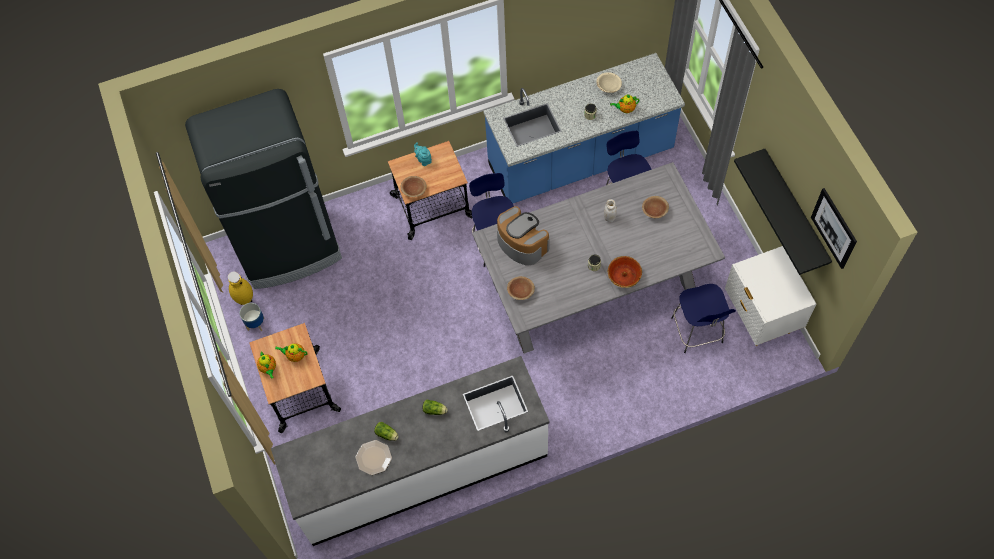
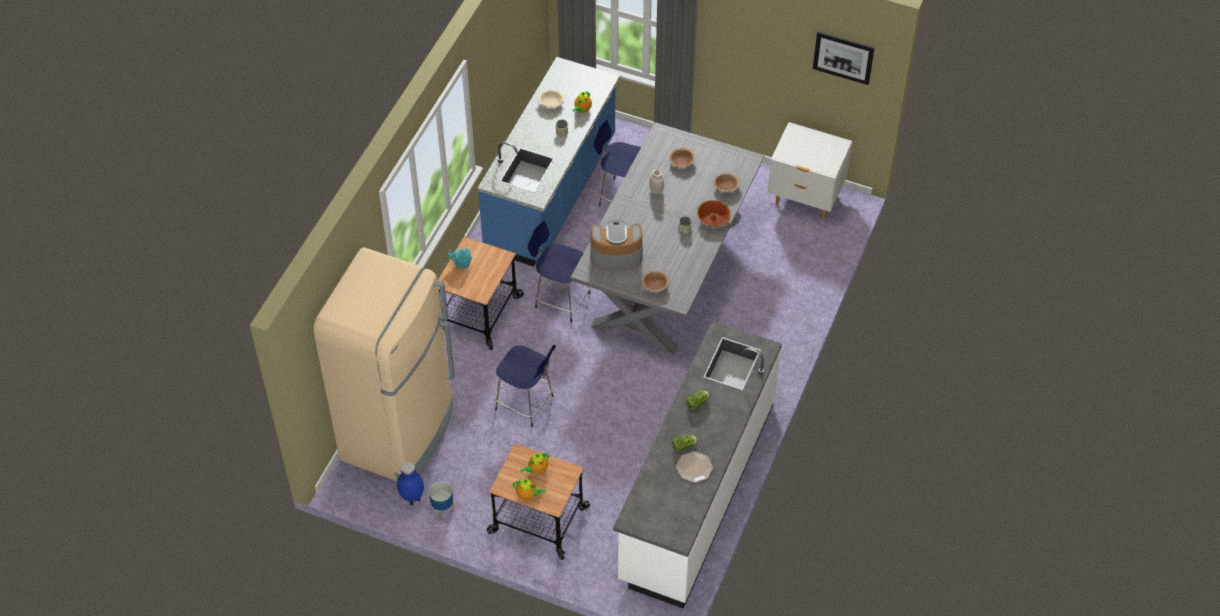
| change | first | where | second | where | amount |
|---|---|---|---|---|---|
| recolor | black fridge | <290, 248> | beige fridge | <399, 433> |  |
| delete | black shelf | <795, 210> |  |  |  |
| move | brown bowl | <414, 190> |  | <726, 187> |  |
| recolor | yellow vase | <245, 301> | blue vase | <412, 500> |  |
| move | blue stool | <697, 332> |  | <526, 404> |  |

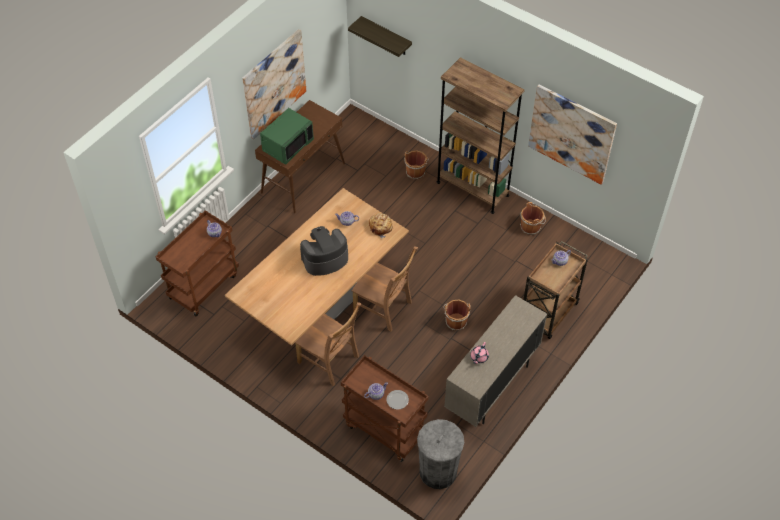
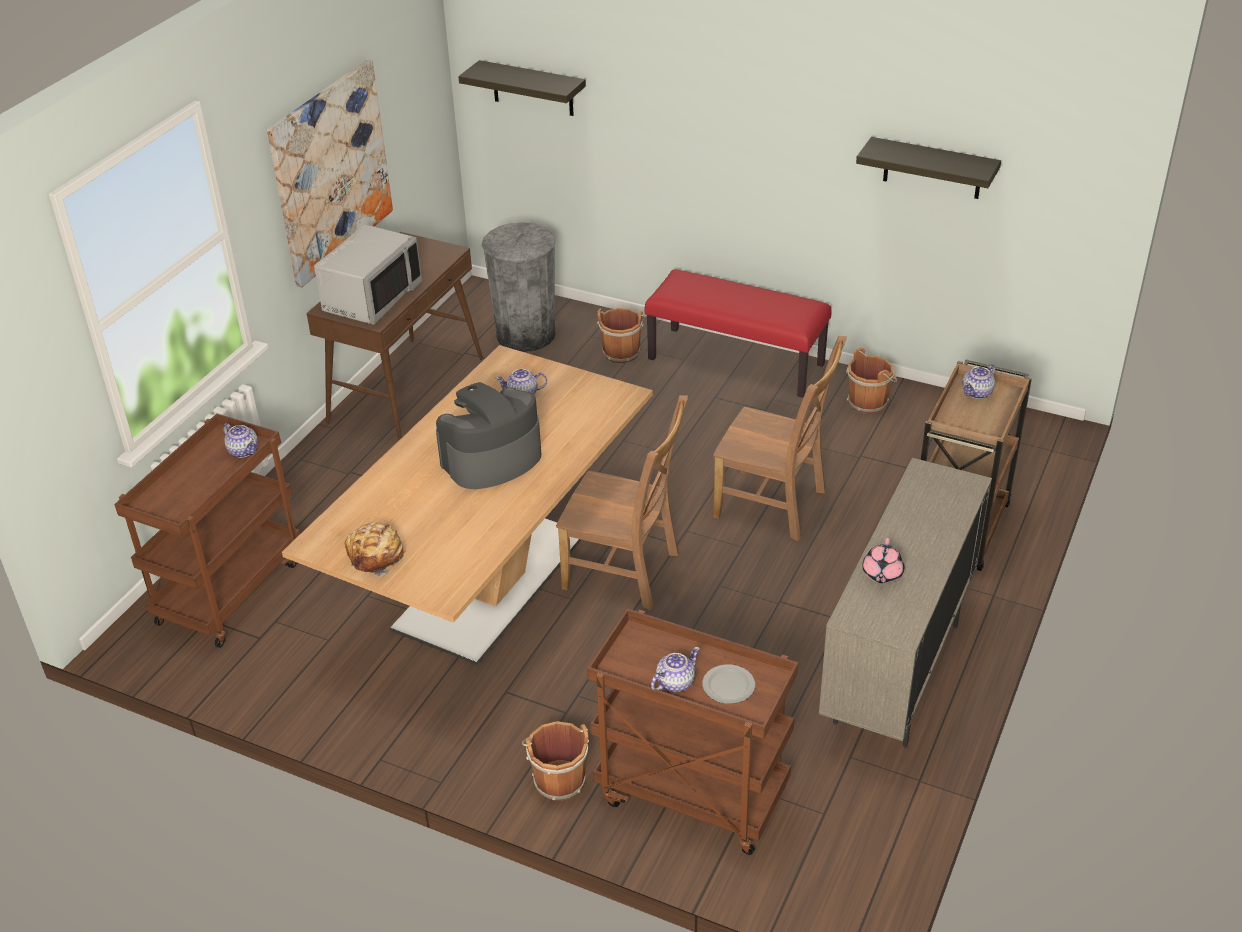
| change | first | where | second | where | amount |
|---|---|---|---|---|---|
| replace | brown bookcase | <472, 188> | red bench | <737, 362> |  |
| replace | picture | <571, 134> | shelf | <932, 168> |  |
| recolor | green microwave | <287, 145> | grey microwave | <371, 298> |  |
| move | bread | <381, 227> |  | <377, 555> |  |
| move | brown bucket | <455, 321> |  | <558, 779> |  |
| move | brown chair | <330, 361> |  | <774, 505> |  |
| move | grey trash can | <438, 471> |  | <526, 335> |  |

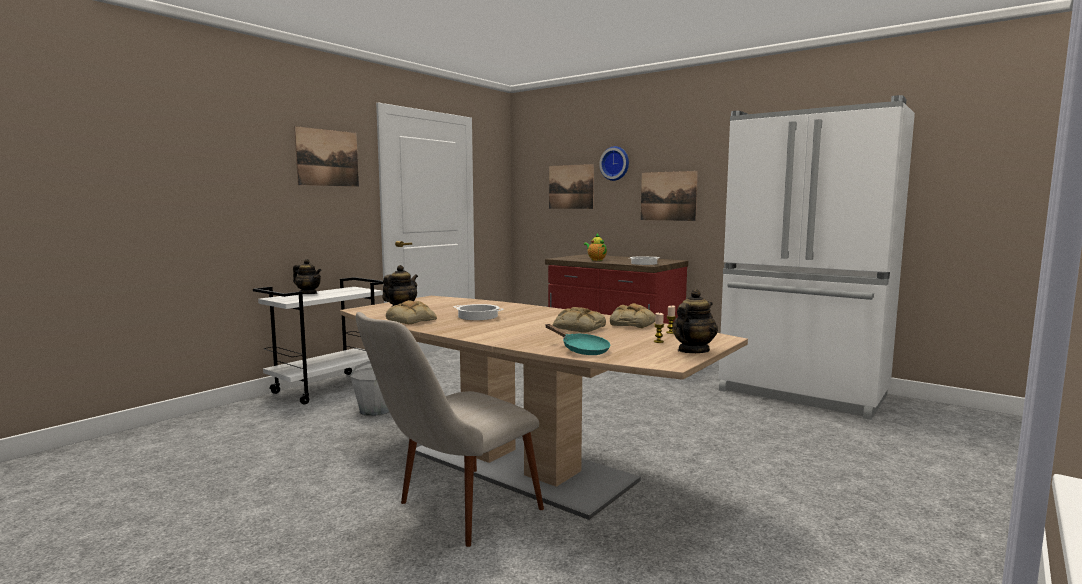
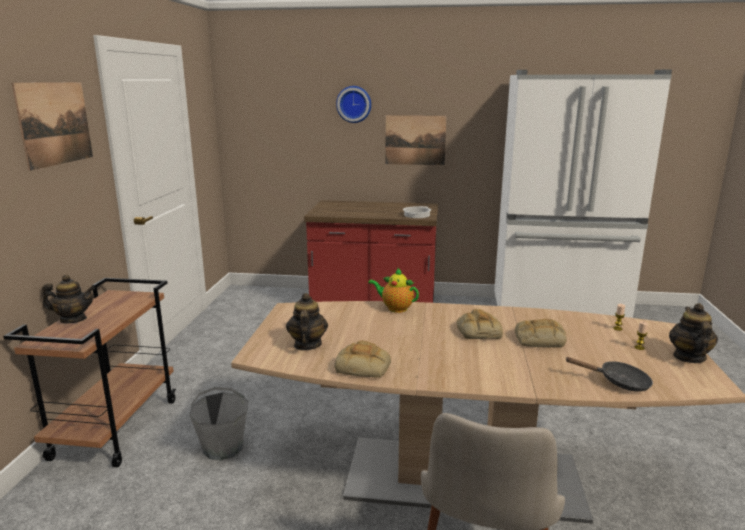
| change | first | where | second | where | amount |
|---|---|---|---|---|---|
| delete | picture | <571, 187> |  |  |  |
| move | teapot | <596, 260> |  | <395, 308> |  |
| recolor | white cart | <328, 387> | brown cart | <116, 428> |  |
| move | bread | <632, 323> |  | <478, 330> |  |
| delete | cooking pot | <477, 316> |  |  |  |
| recolor | turquoise frying pan | <581, 350> | black frying pan | <618, 382> |  |

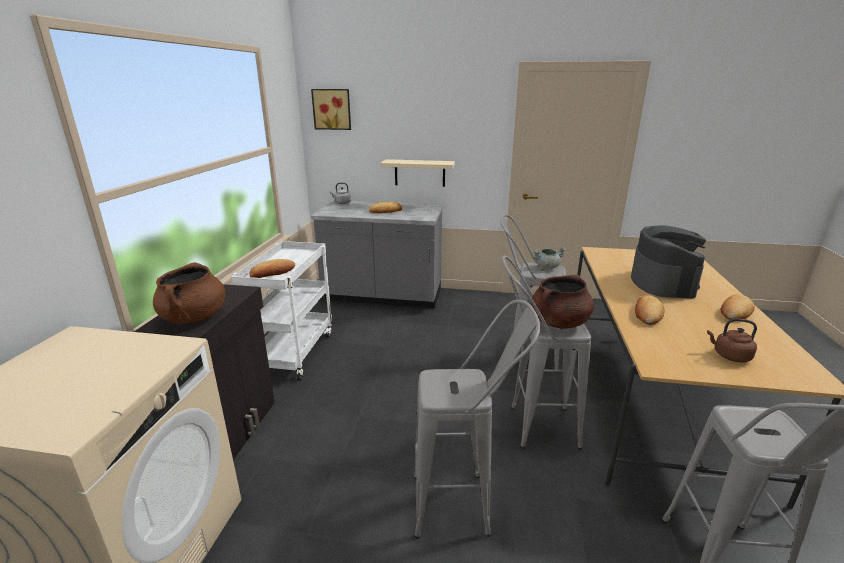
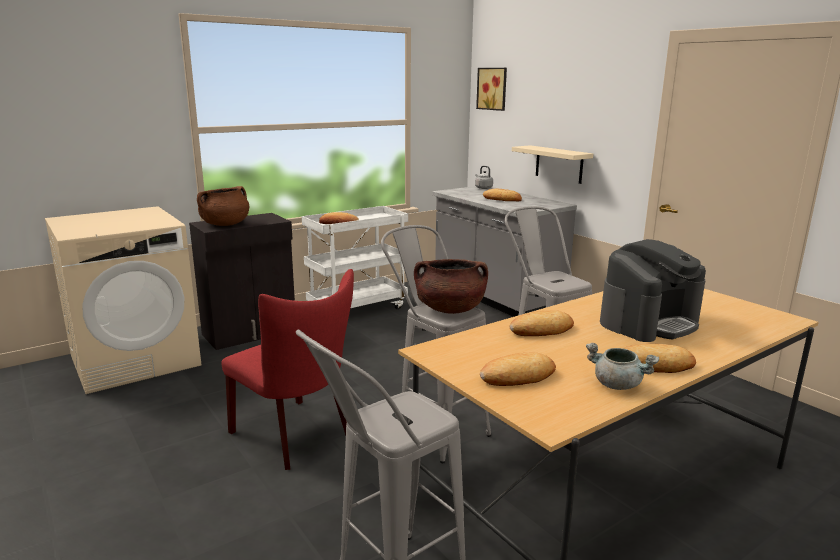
| change | first | where | second | where | amount |
|---|---|---|---|---|---|
| move | grey cooking pot | <547, 267> |  | <617, 384> |  |
| replace | grey stool | <465, 504> | red chair | <297, 436> |  |
| replace | brown kettle | <729, 356> | bread | <518, 376> |  |

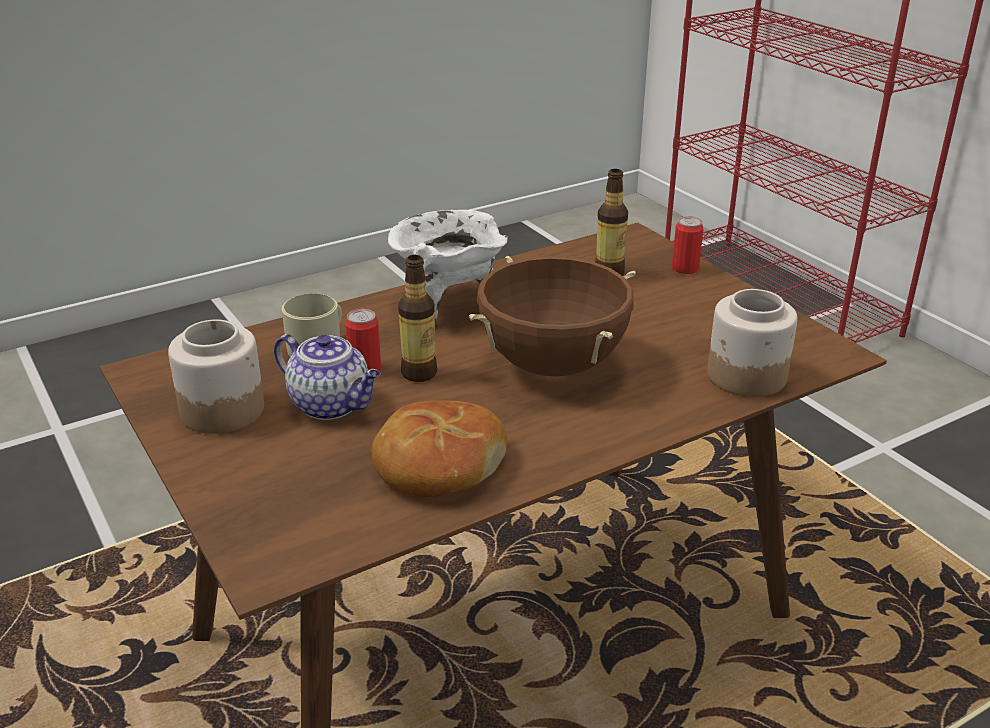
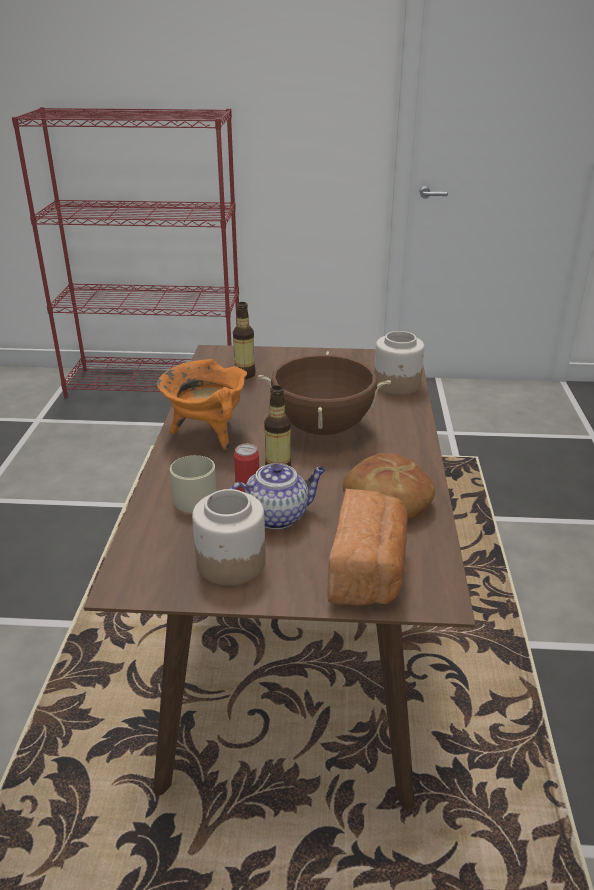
| change | first | where | second | where | amount |
|---|---|---|---|---|---|
| recolor | white cooking pot | <448, 304> | orange cooking pot | <207, 433> |  |
| delete | can | <685, 268> |  |  |  |
| insert |  |  | bread | <368, 571> |  |

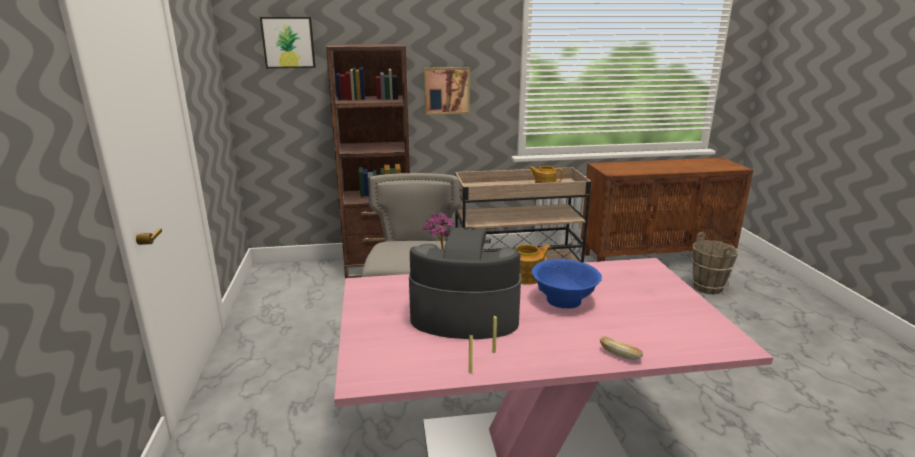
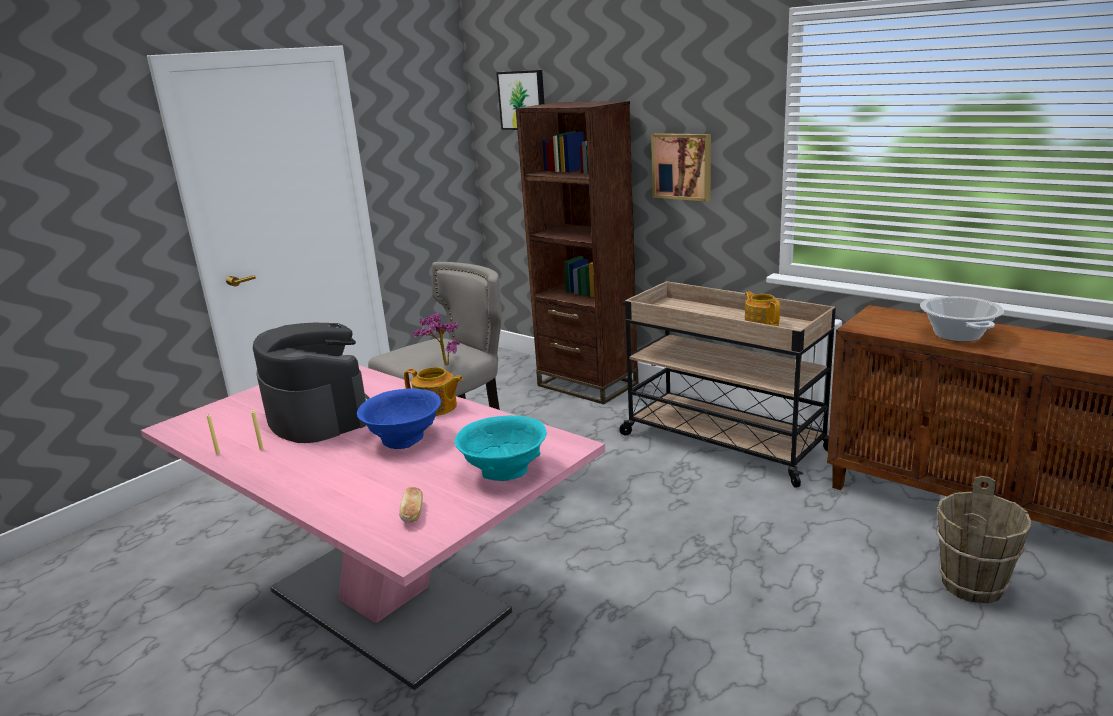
| change | first | where | second | where | amount |
|---|---|---|---|---|---|
| move | bread | <619, 355> |  | <413, 514> |  |
| insert |  |  | cooking pot | <957, 335> |  |
| insert |  |  | turquoise bowl | <504, 471> |  |

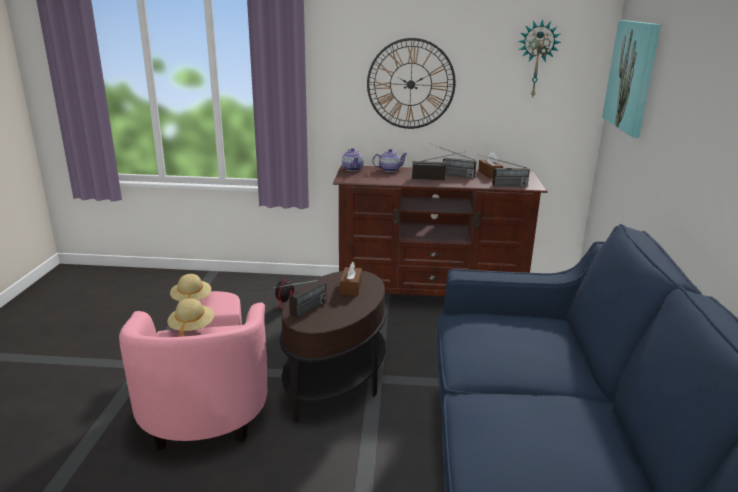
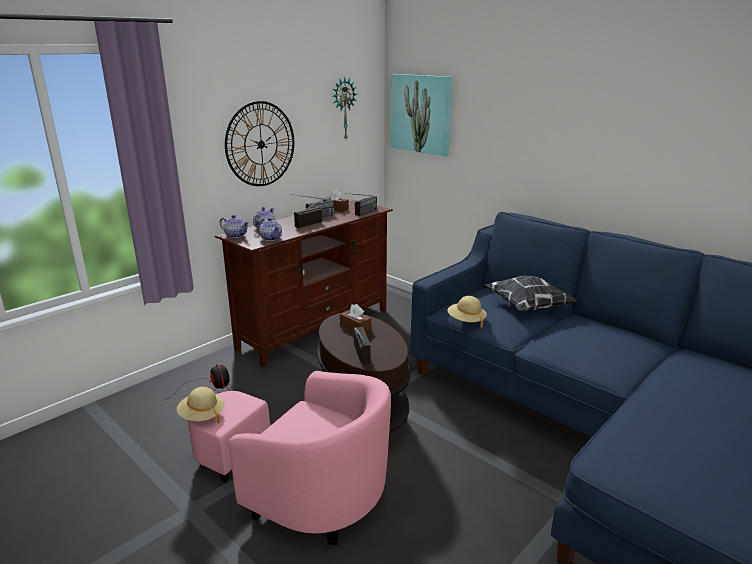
| change | first | where | second | where | amount |
|---|---|---|---|---|---|
| move | beige hat | <192, 327> |  | <466, 321> |  |
| insert |  |  | teapot | <271, 238> |  |
| insert |  |  | pillow | <528, 306> |  |

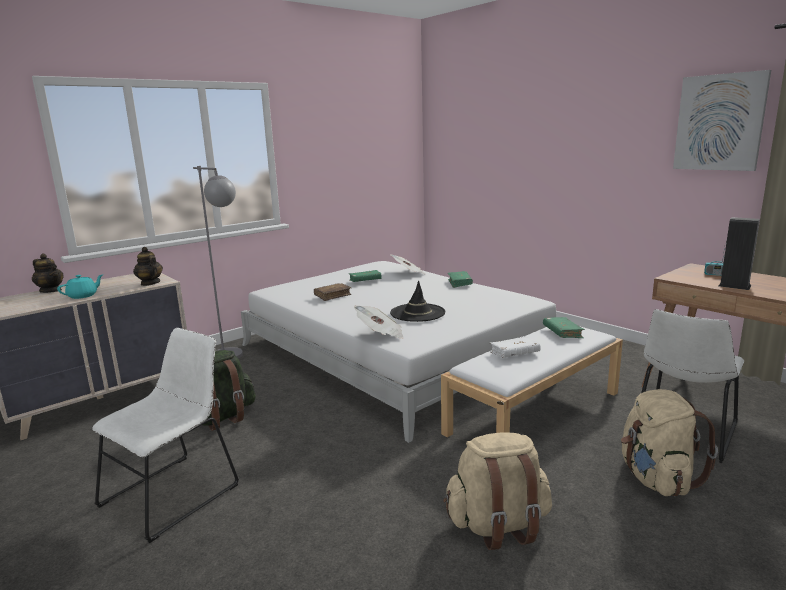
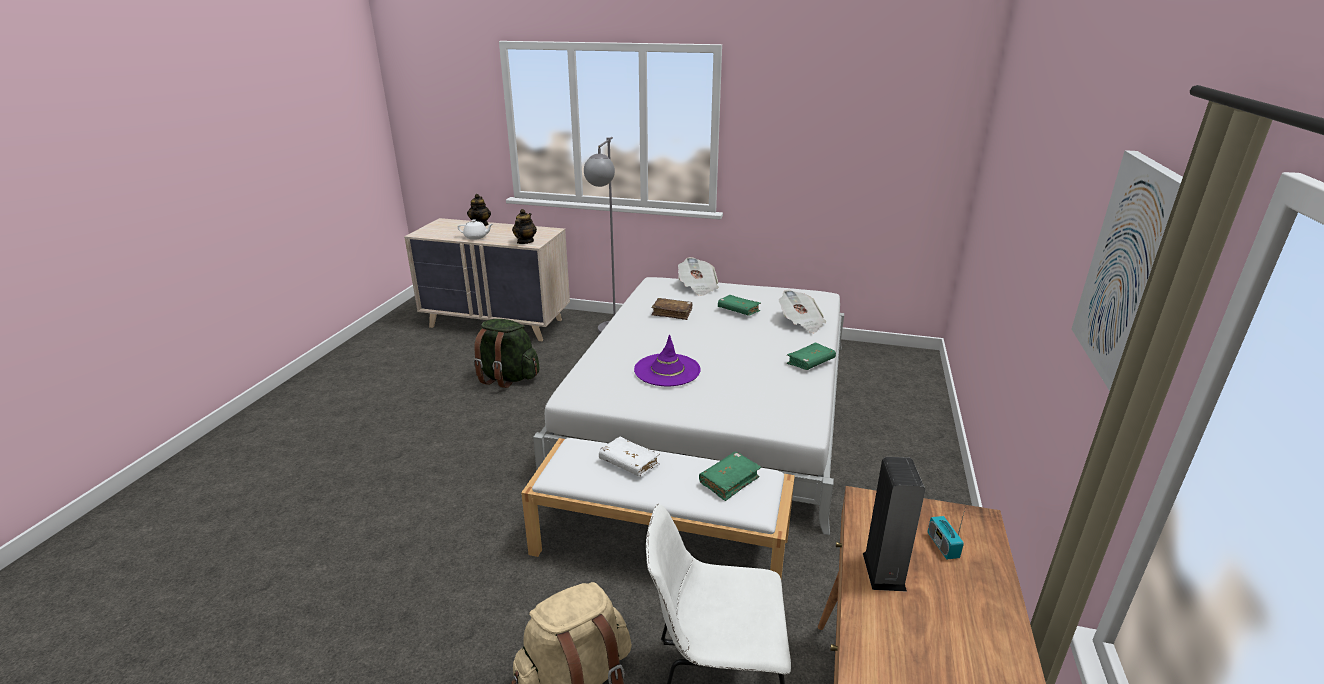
| change | first | where | second | where | amount |
|---|---|---|---|---|---|
| recolor | turquoise teapot | <83, 296> | white teapot | <476, 237> |  |
| recolor | black hat | <417, 313> | purple hat | <667, 370> |  |
| move | newspaper | <380, 334> |  | <698, 287> |  |
| delete | white chair | <175, 492> |  |  |  |
| delete | beige backpack | <498, 525> |  |  |  |

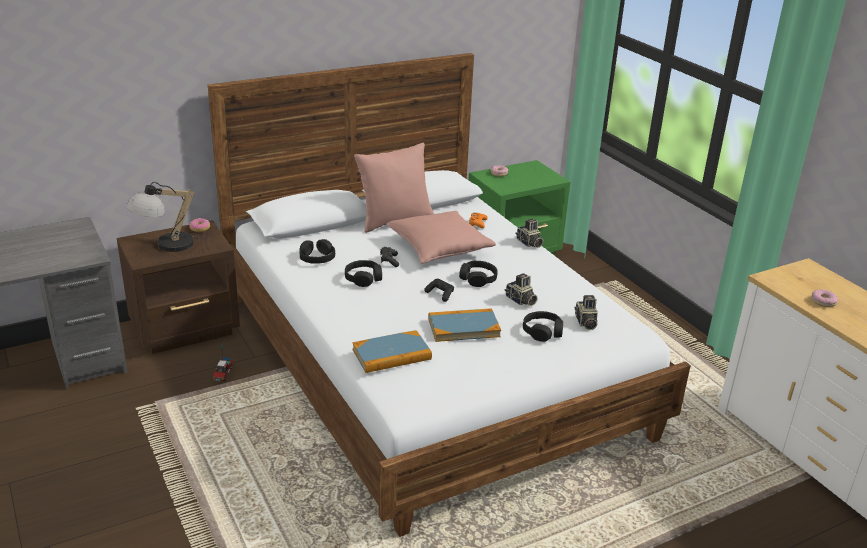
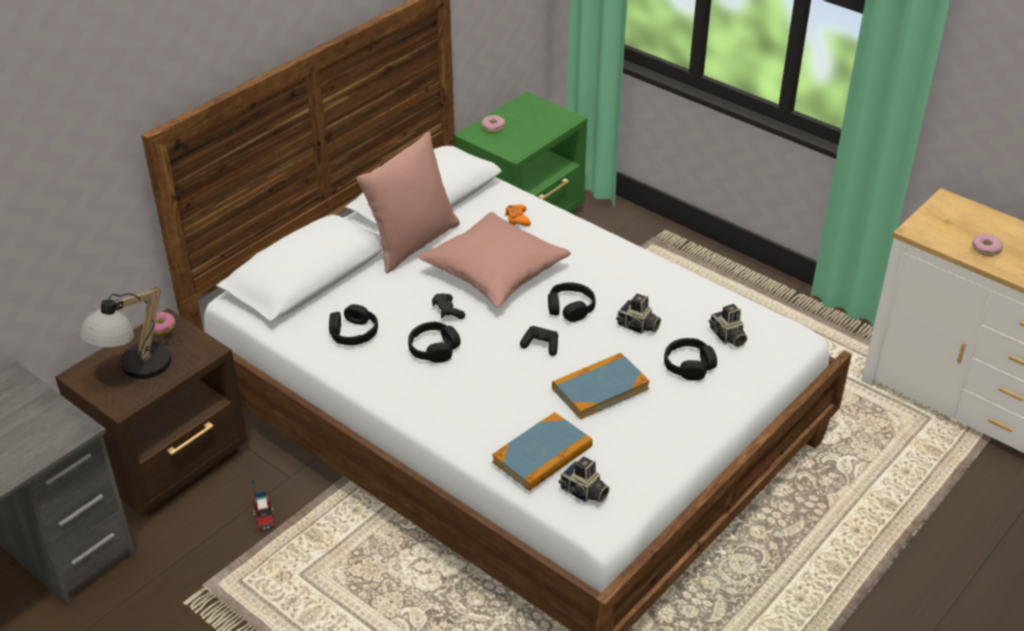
| change | first | where | second | where | amount |
|---|---|---|---|---|---|
| move | photo camera | <529, 243> |  | <584, 492> |  |

